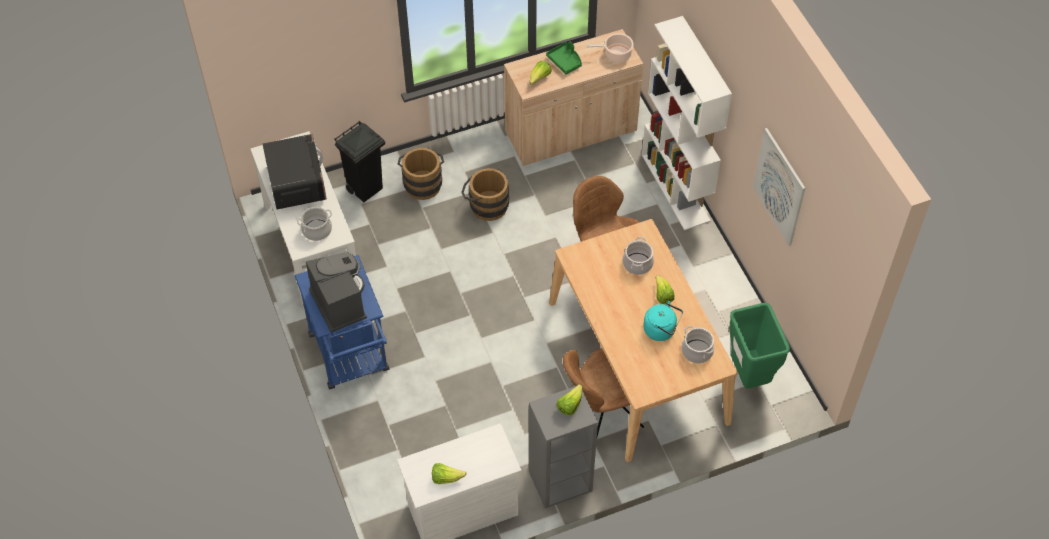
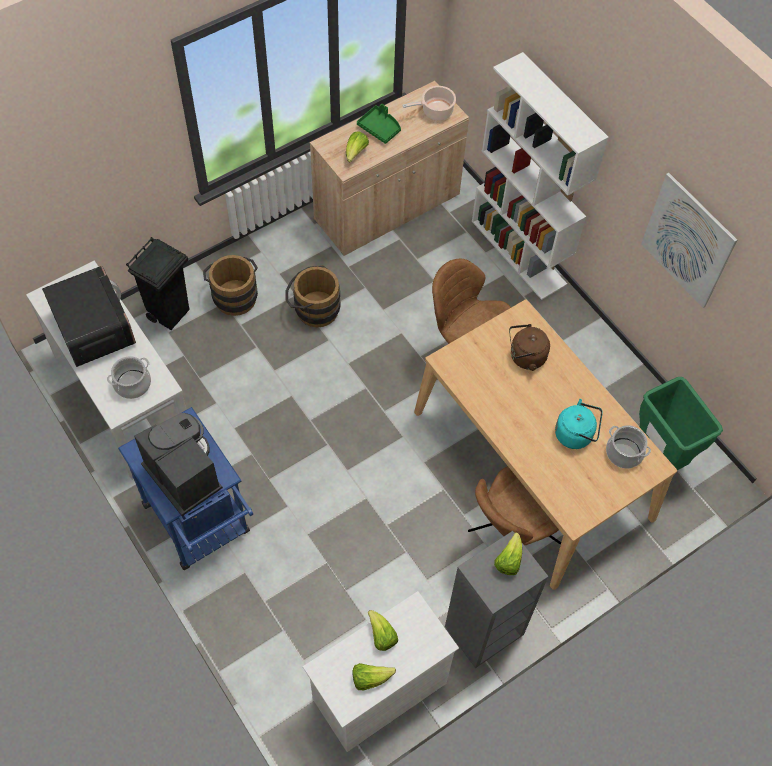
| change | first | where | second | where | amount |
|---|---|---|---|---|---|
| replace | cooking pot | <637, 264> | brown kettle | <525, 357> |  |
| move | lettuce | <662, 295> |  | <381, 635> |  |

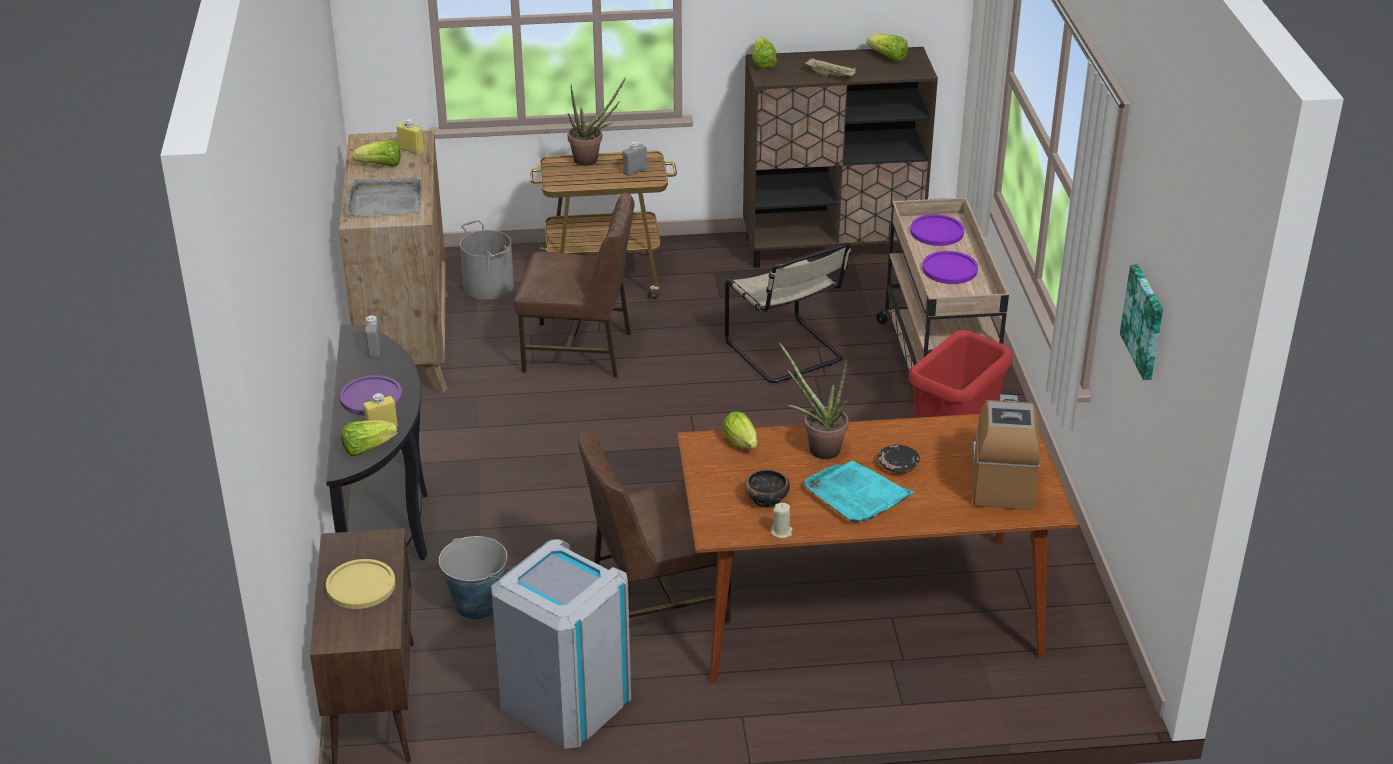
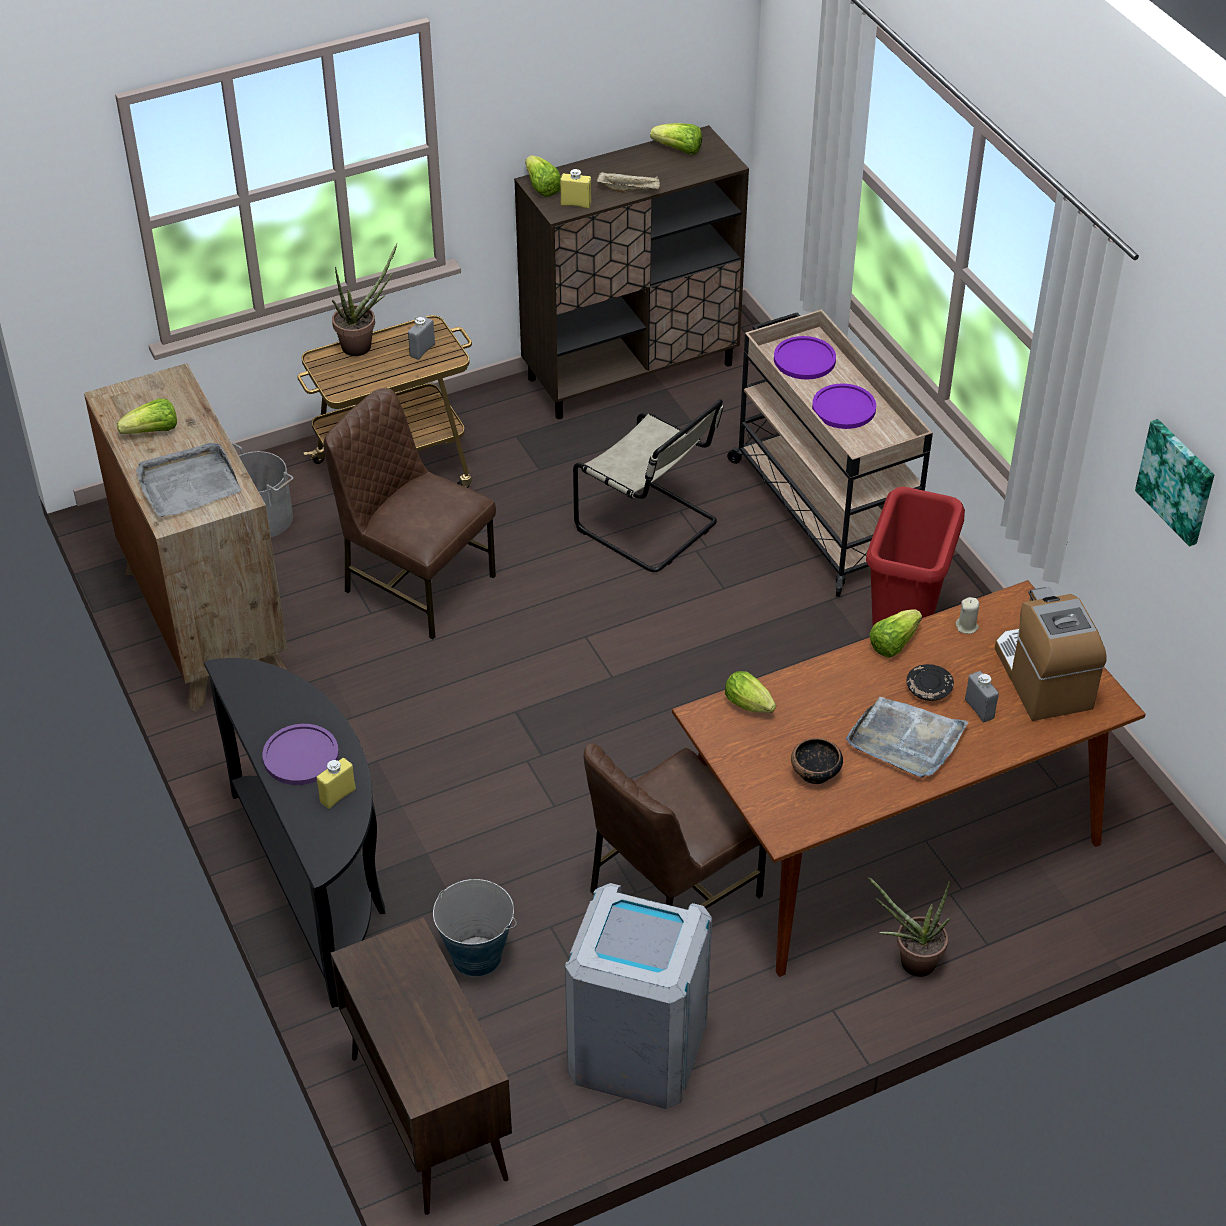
| change | first | where | second | where | amount |
|---|---|---|---|---|---|
| move | yellow bottle | <411, 150> |  | <576, 204> |  |
| rotate | brown chair | <579, 351> |  | <416, 583> | 135 degrees counterclockwise |
| move | grey bottle | <374, 349> |  | <979, 709> |  |
| move | potted plant | <818, 448> |  | <909, 961> |  |
| move | lettuce | <367, 448> |  | <893, 643> |  |
| recolor | turquoise tray | <856, 495> | grey tray | <905, 740> |  |
| move | beige candle | <781, 532> |  | <967, 626> |  |
| delete | yellow plate | <361, 585> |  |  |  |

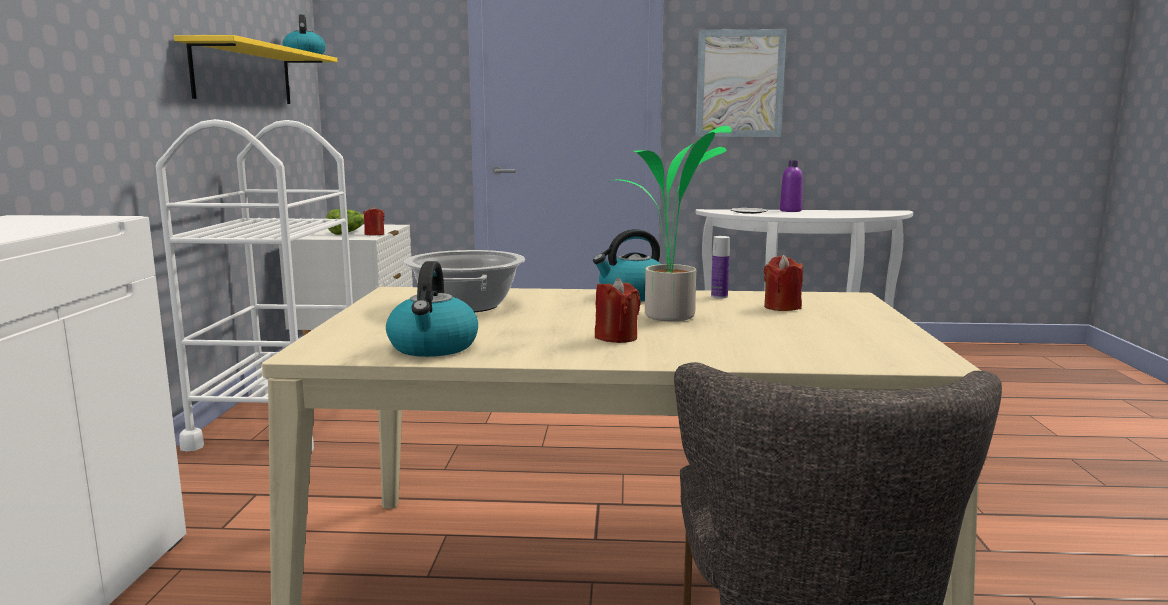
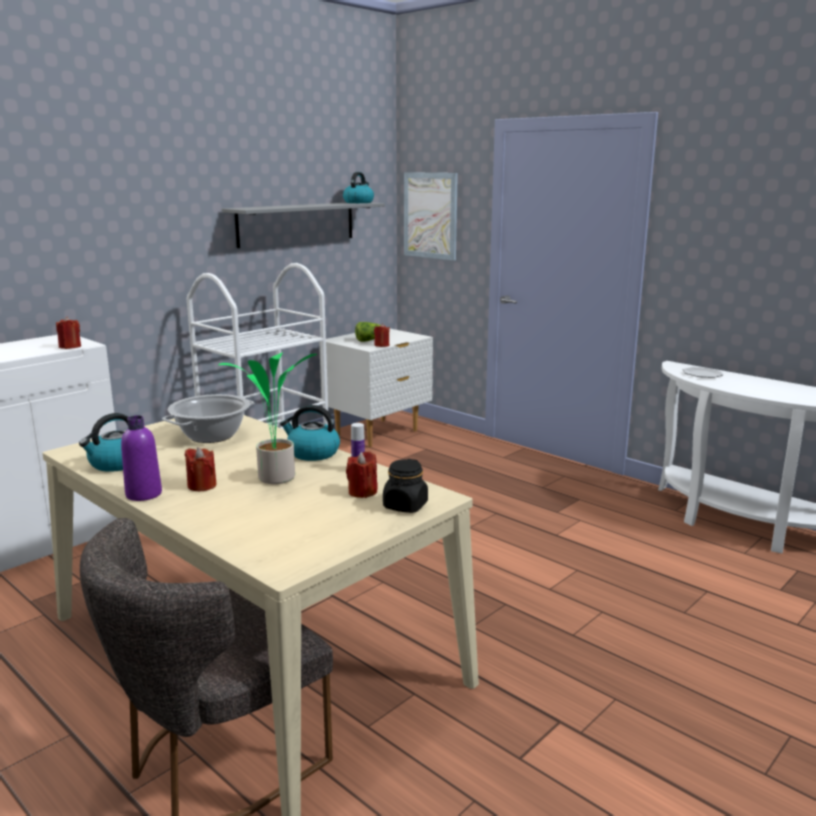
| change | first | where | second | where | amount |
|---|---|---|---|---|---|
| move | picture | <739, 84> |  | <430, 215> |  |
| recolor | yellow shelf | <244, 75> | grey shelf | <296, 223> |  |
| move | purple bottle | <790, 211> |  | <144, 494> |  |
| insert |  |  | red candle | <70, 347> |  |
| insert |  |  | black jar | <405, 506> |  |

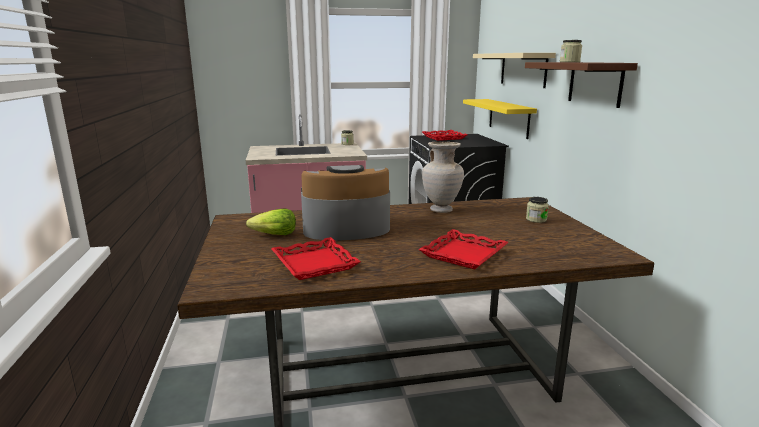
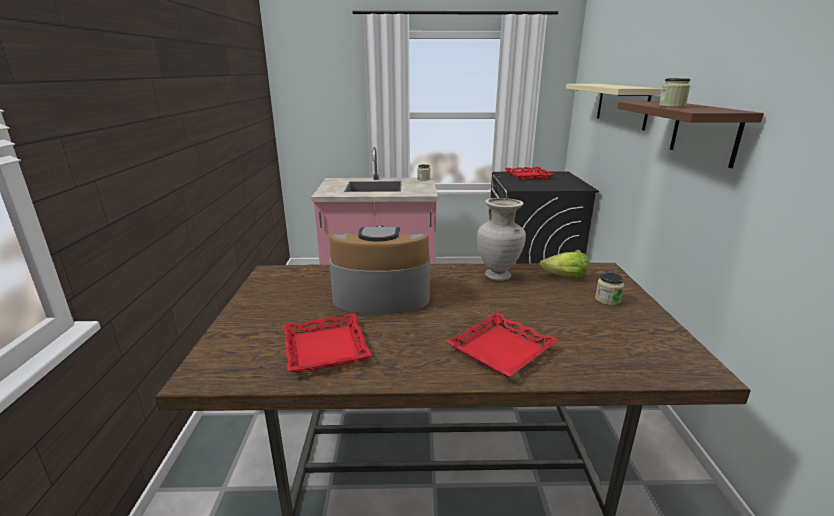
| change | first | where | second | where | amount |
|---|---|---|---|---|---|
| delete | yellow shelf | <508, 117> |  |  |  |
| move | lettuce | <274, 235> |  | <564, 277> |  |

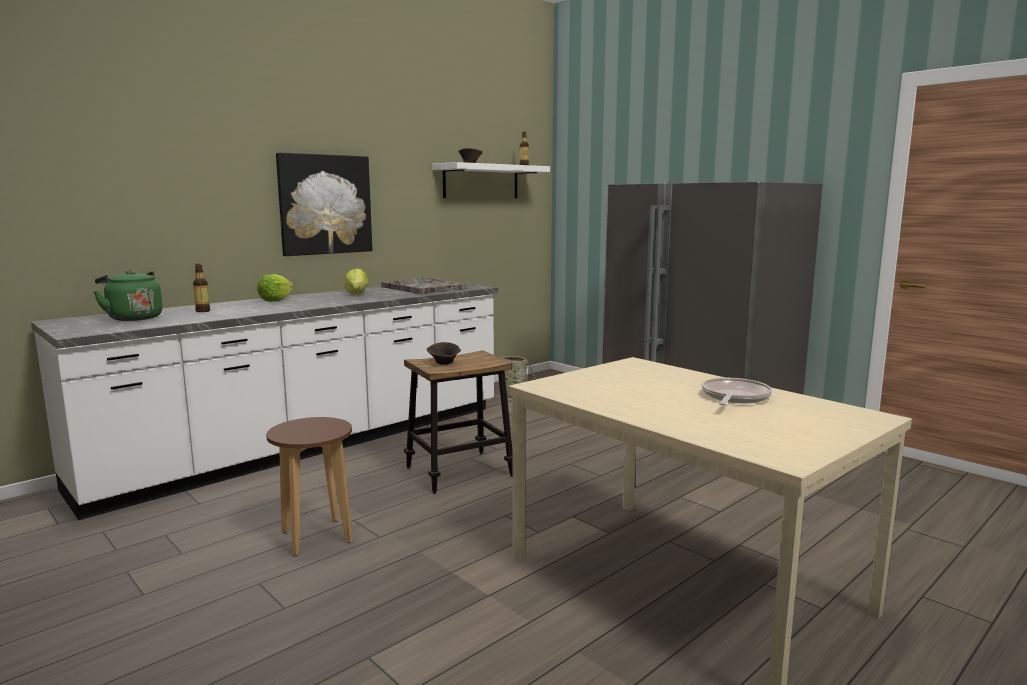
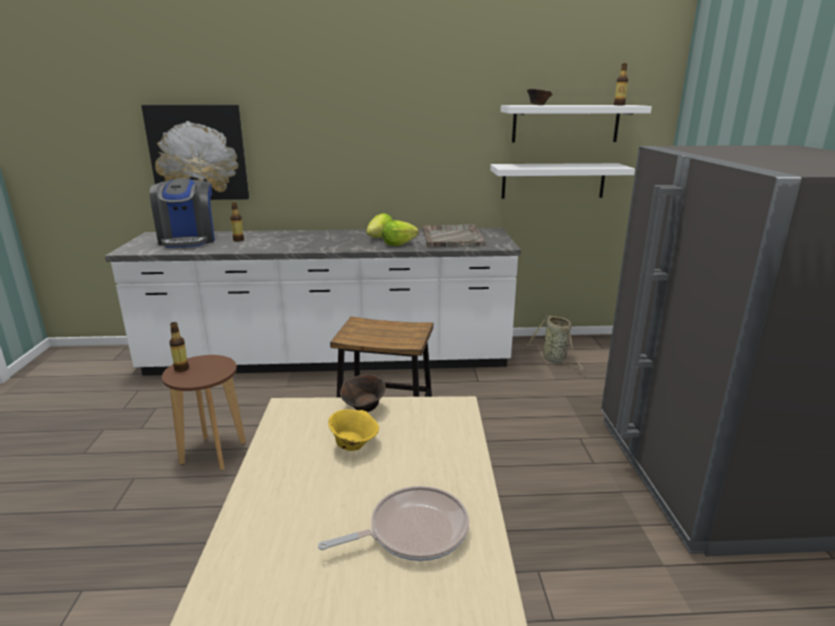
| change | first | where | second | where | amount |
|---|---|---|---|---|---|
| move | picture | <325, 204> |  | <198, 153> |  |
| replace | green kettle | <133, 318> | coffee machine | <188, 240> |  |
| move | lettuce | <276, 300> |  | <398, 244> |  |
| move | brown bowl | <444, 363> |  | <364, 408> |  |
| insert |  |  | white shelf | <553, 181> |  |
| insert |  |  | bottle | <181, 369> |  |
| insert |  |  | yellow bowl | <354, 444> |  |

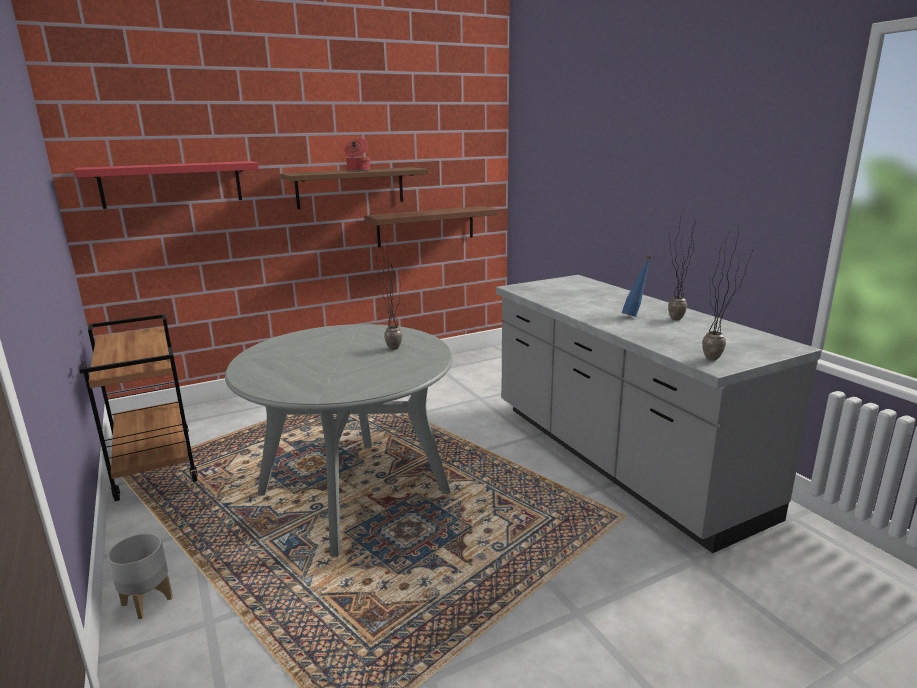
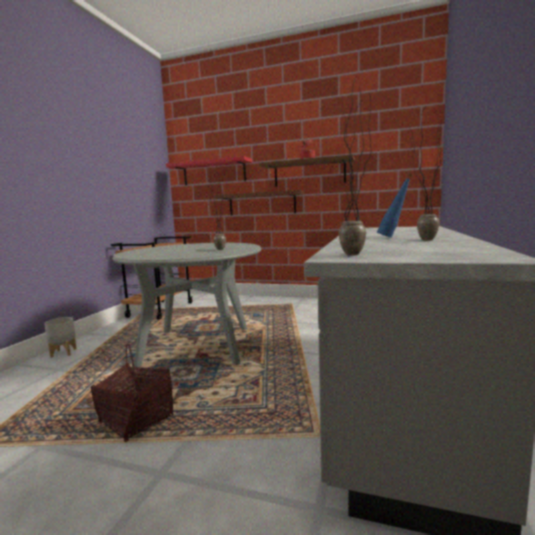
| change | first | where | second | where | amount |
|---|---|---|---|---|---|
| move | brown shelf | <426, 226> |  | <262, 203> |  |
| insert |  |  | basket | <136, 420> |  |

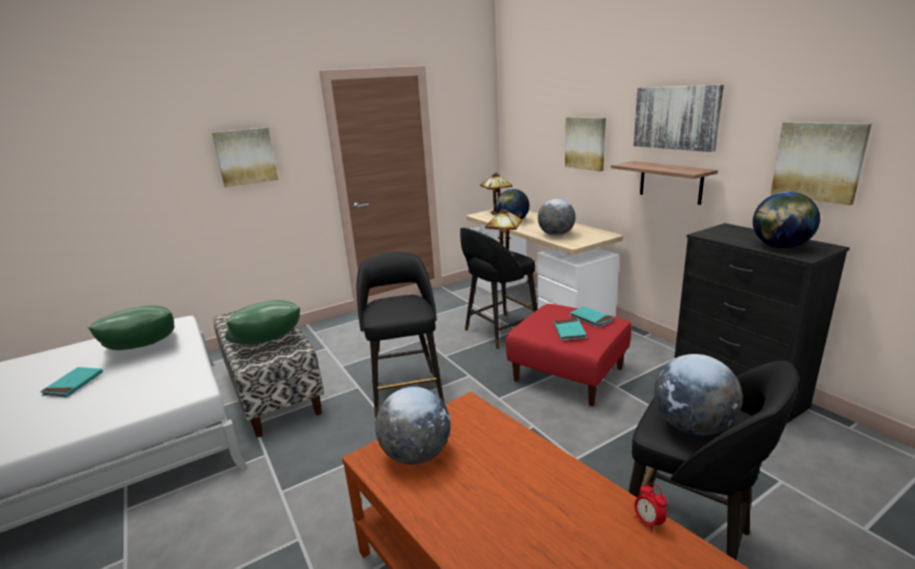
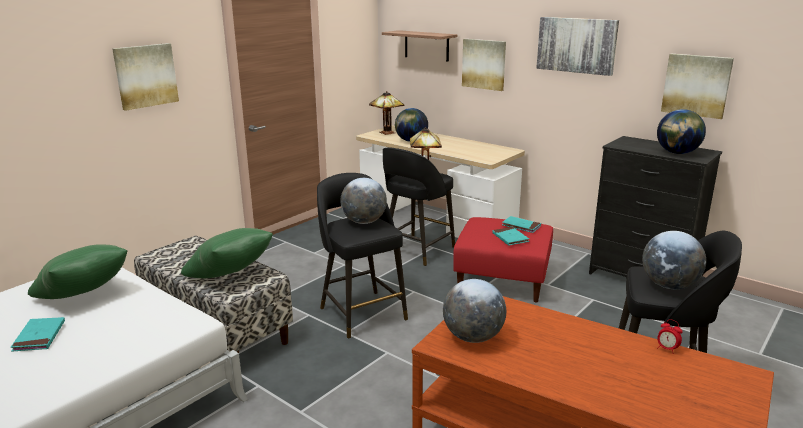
| change | first | where | second | where | amount |
|---|---|---|---|---|---|
| move | shelf | <670, 182> |  | <426, 45> |  |
| move | globe | <556, 235> |  | <364, 222> |  |

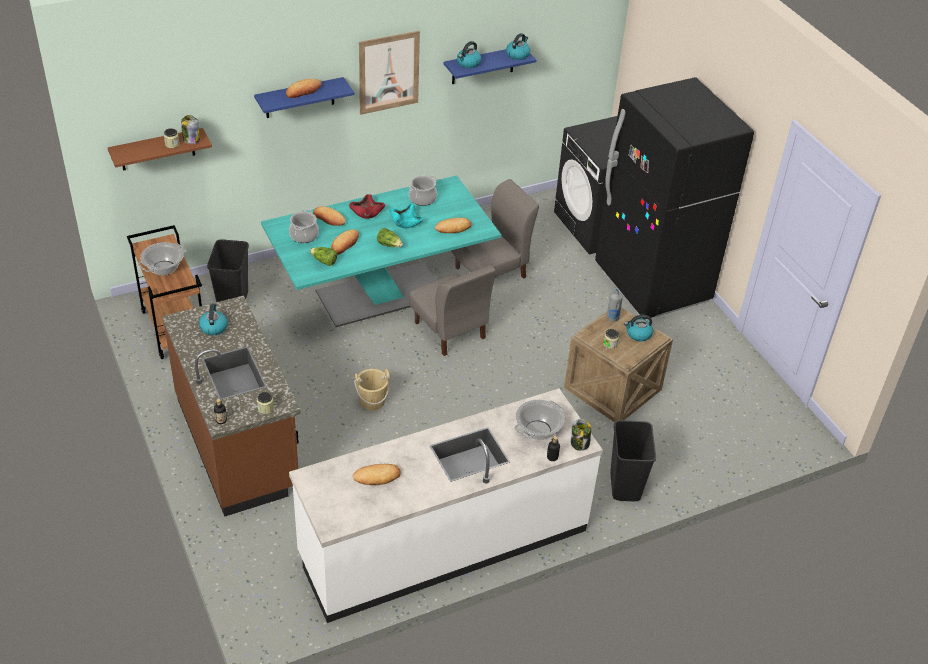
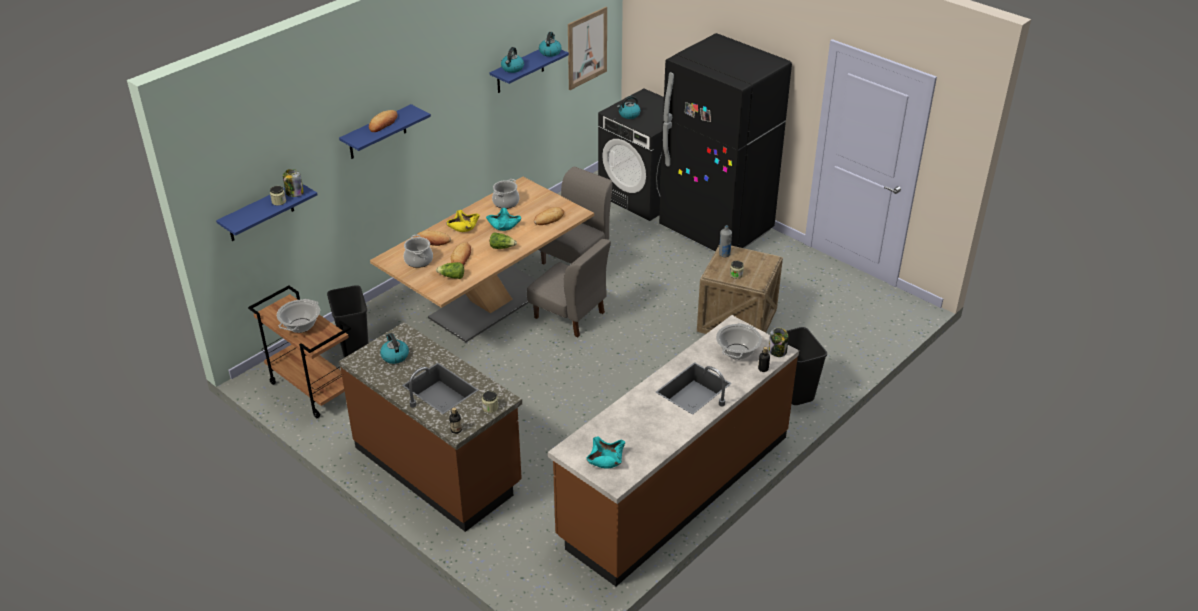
| change | first | where | second | where | amount |
|---|---|---|---|---|---|
| move | picture | <389, 72> |  | <587, 48> |  |
| recolor | brown shelf | <157, 149> | blue shelf | <260, 212> |  |
| recolor | turquoise dining table | <381, 295> | beige dining table | <489, 304> |  |
| recolor | red bowl | <366, 212> | yellow bowl | <463, 226> |  |
| move | kettle | <638, 334> |  | <629, 115> |  |
| delete | beige bucket | <372, 401> |  |  |  |
| recolor | white counter | <443, 542> | brown counter | <674, 486> |  |
| delete | bread | <377, 476> |  |  |  |
| insert |  |  | turquoise bowl | <605, 459> |  |

